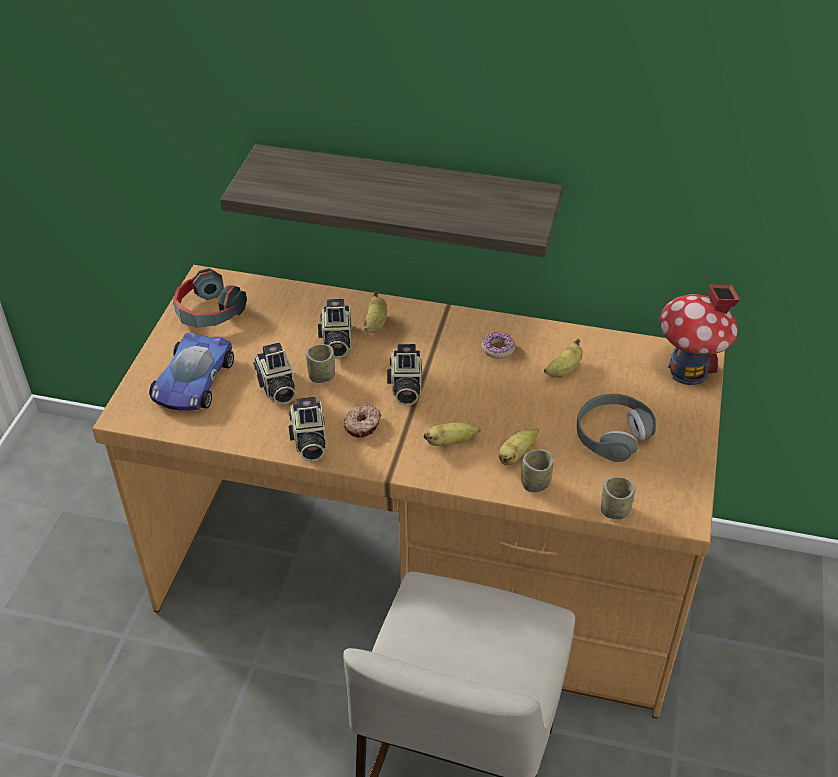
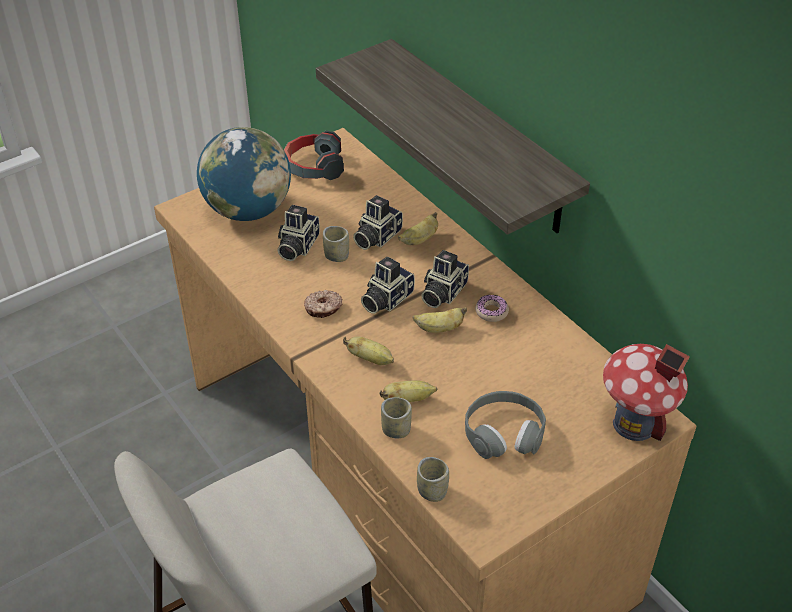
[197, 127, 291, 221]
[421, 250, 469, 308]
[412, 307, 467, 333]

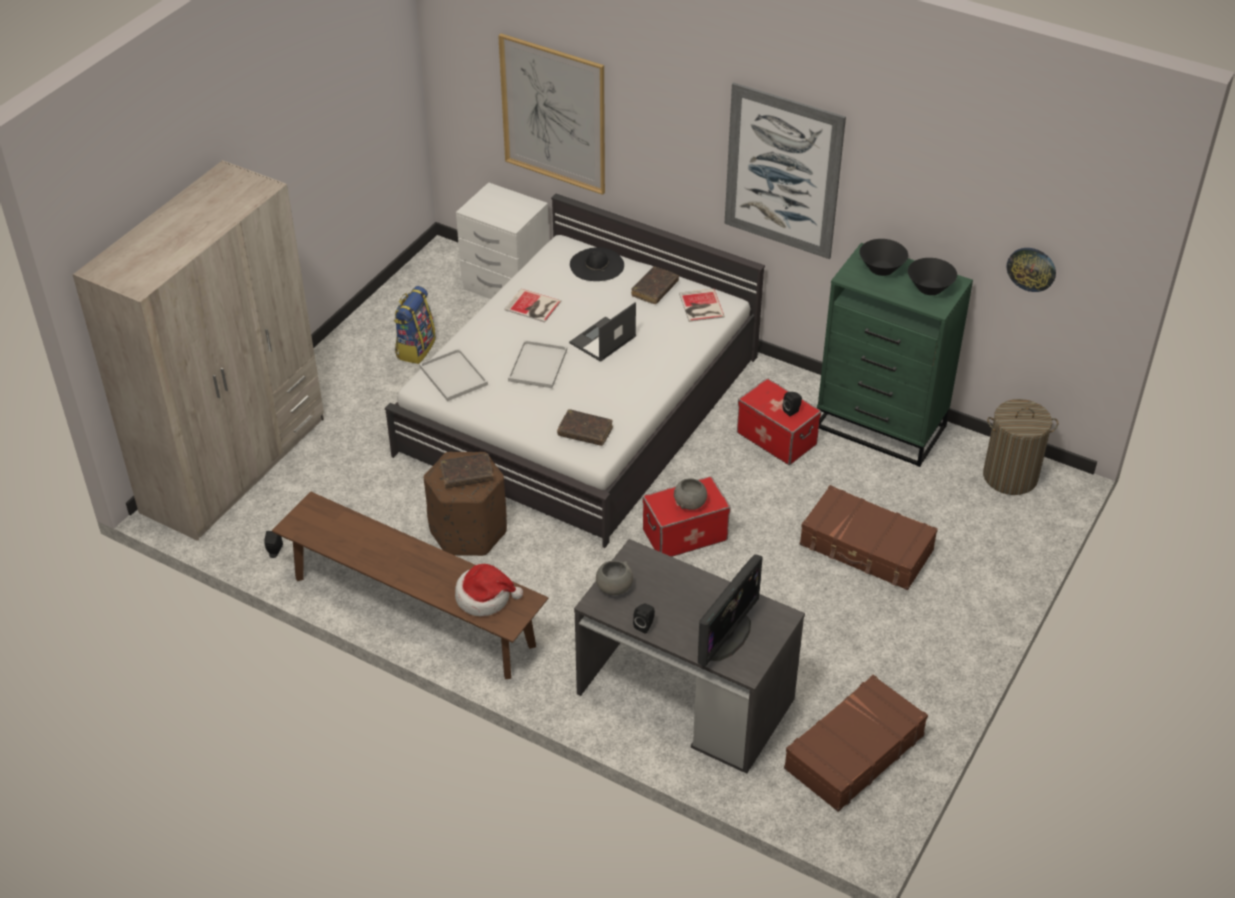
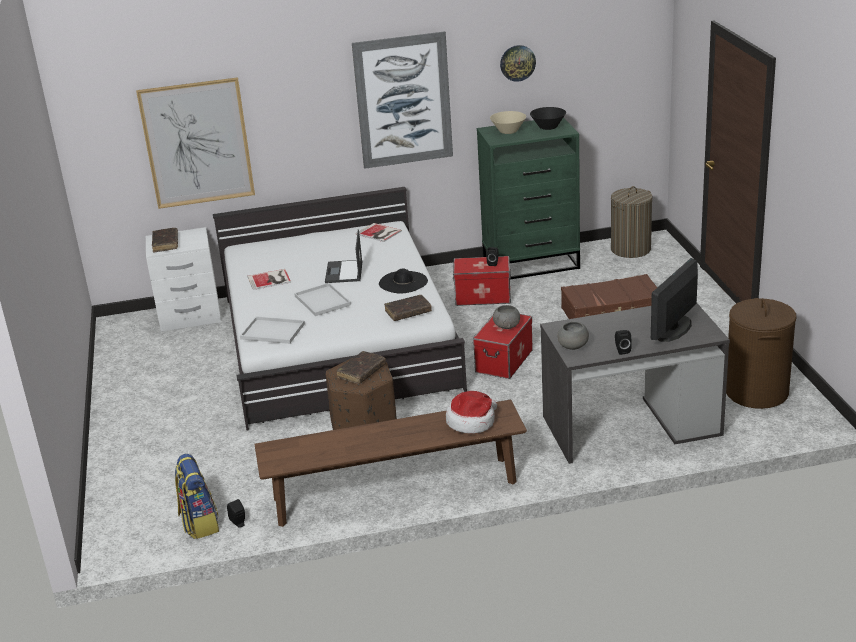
[72, 160, 324, 541] (first image)
[175, 454, 219, 539]
[379, 269, 428, 294]
[152, 228, 178, 252]
[651, 258, 698, 342]
[726, 298, 797, 409]
[490, 111, 526, 134]
[500, 45, 536, 82]

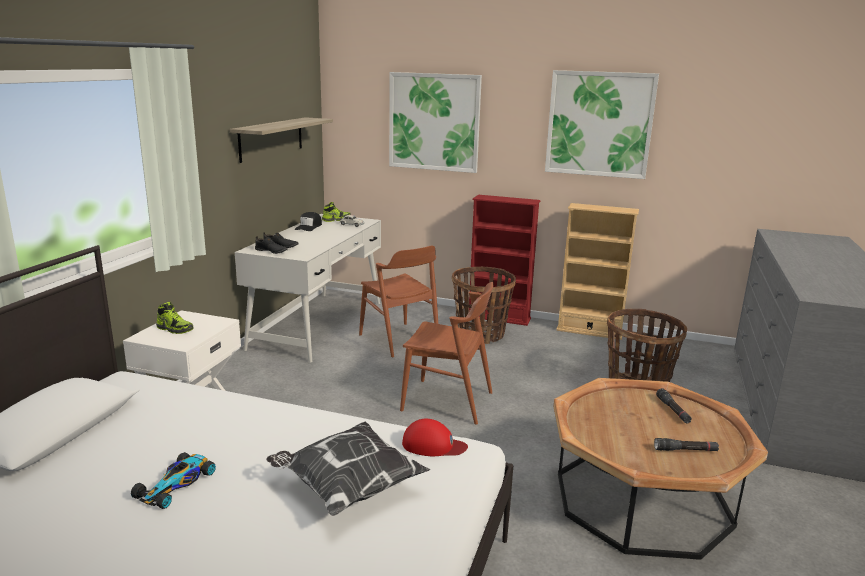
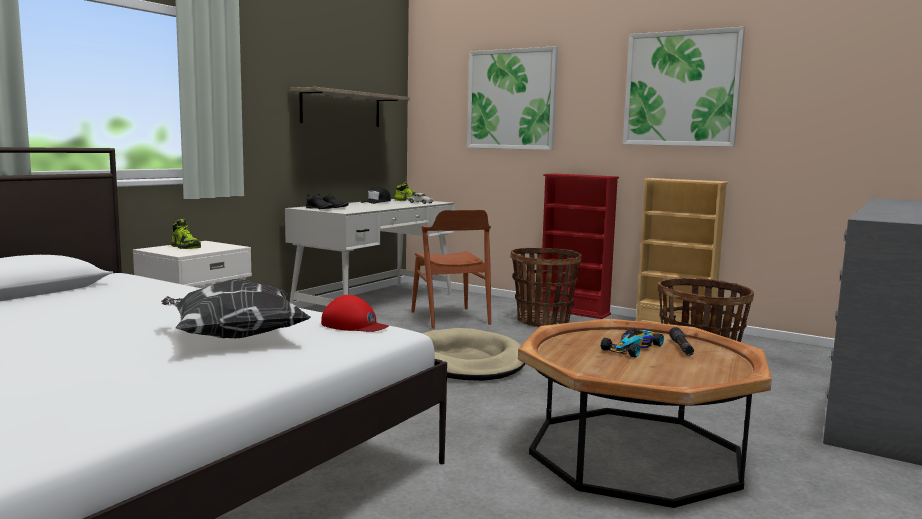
[601, 328, 664, 358]
[422, 328, 525, 381]
[654, 438, 719, 451] (first image)

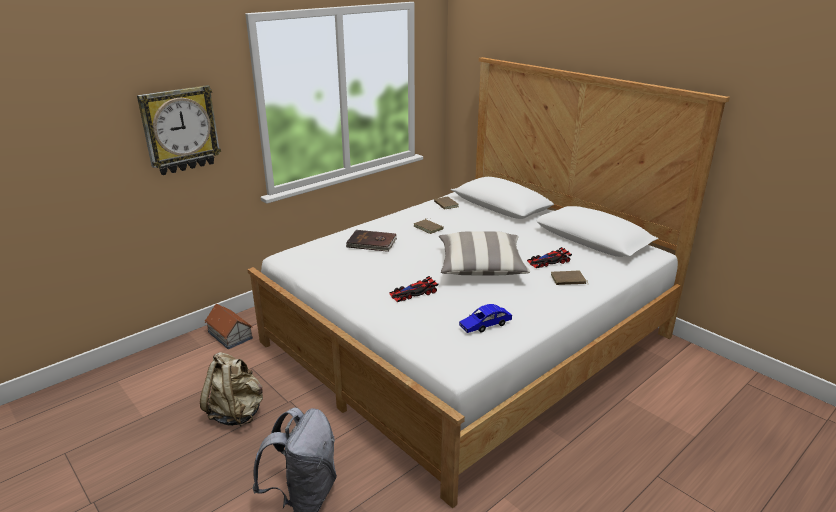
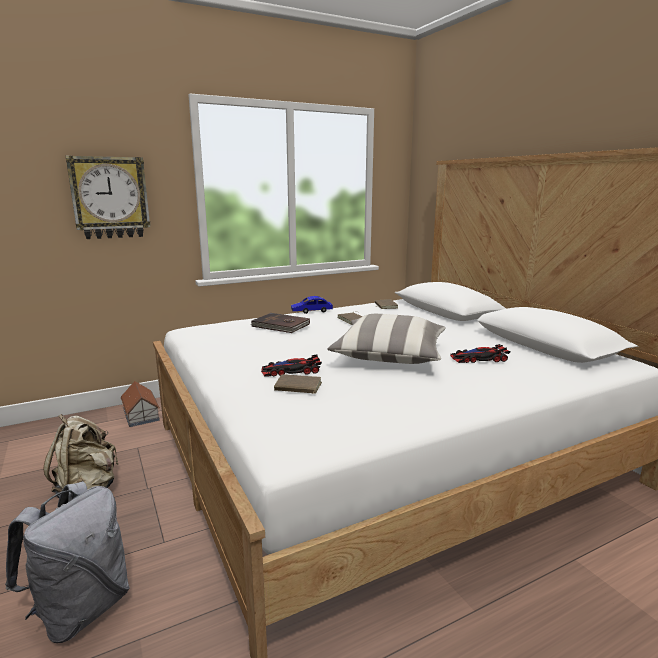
[291, 296, 333, 314]
[274, 374, 322, 394]

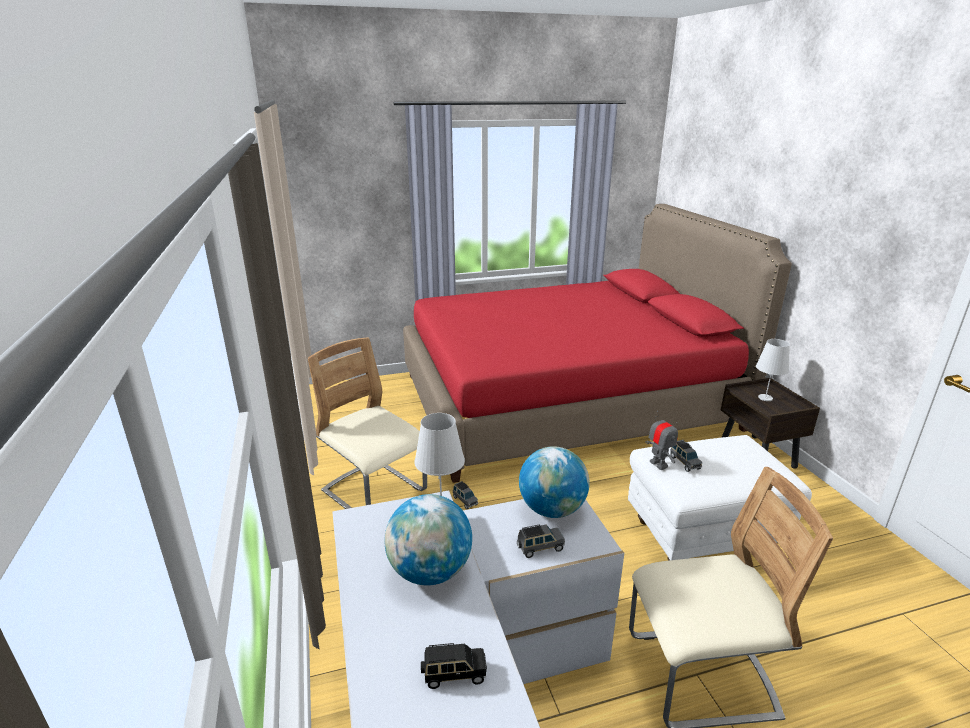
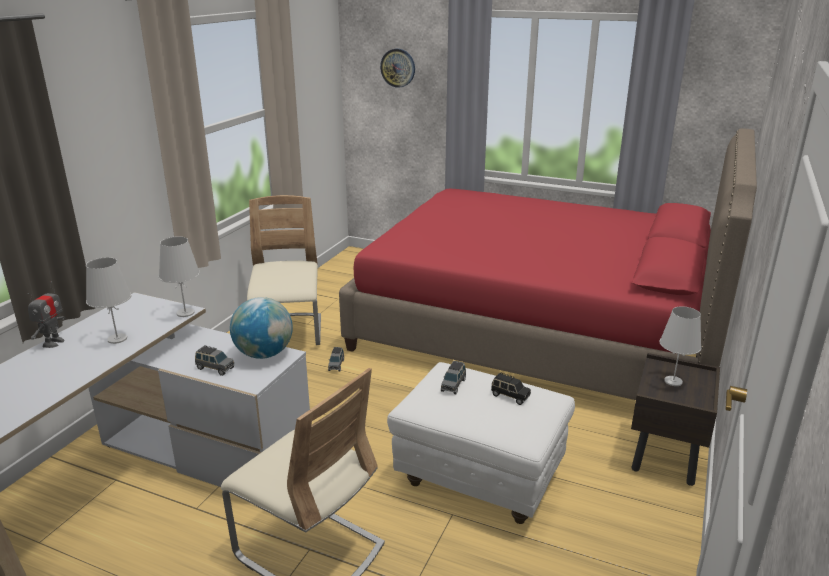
[86, 257, 132, 344]
[491, 373, 531, 405]
[28, 282, 65, 348]
[380, 49, 415, 88]

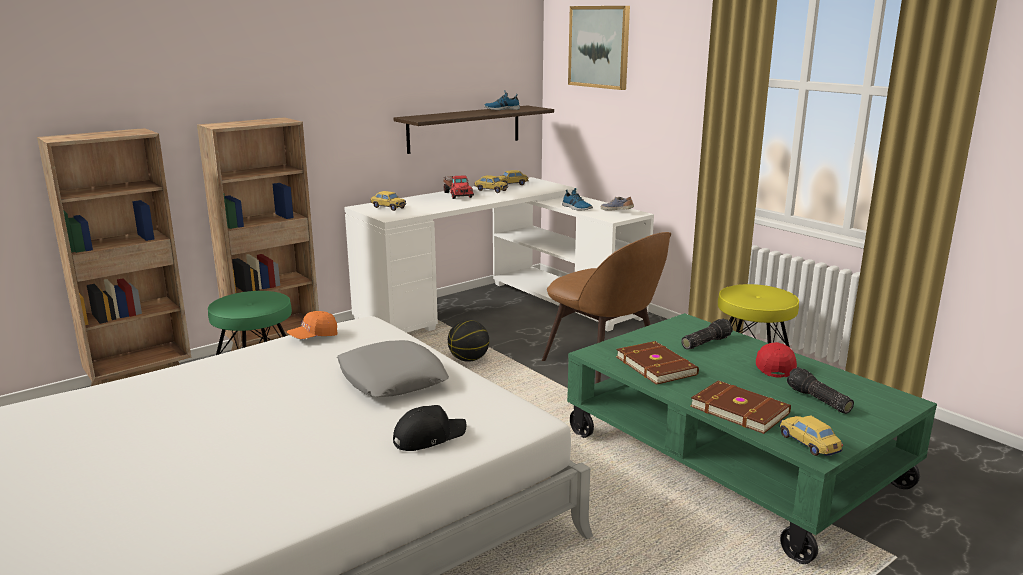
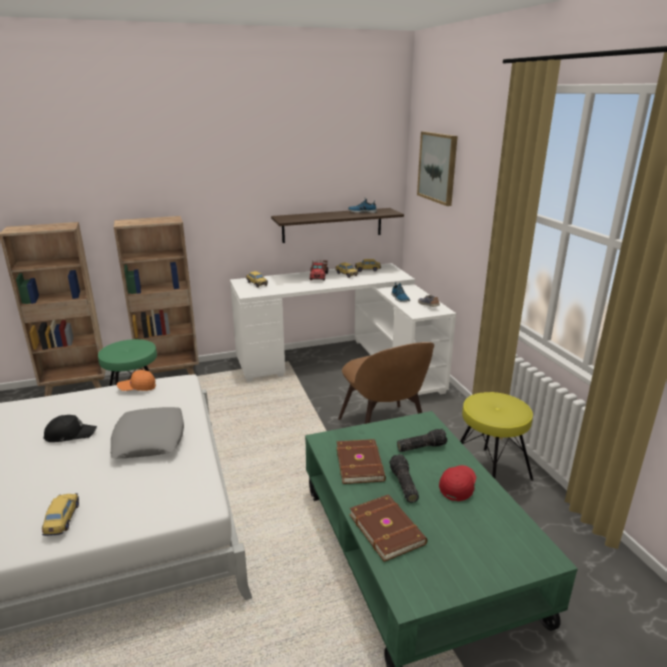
[43, 415, 97, 442]
[448, 320, 489, 362] (first image)
[42, 493, 79, 536]
[390, 454, 419, 503]

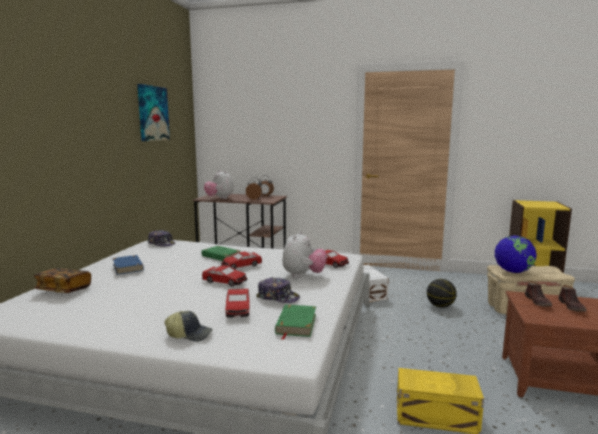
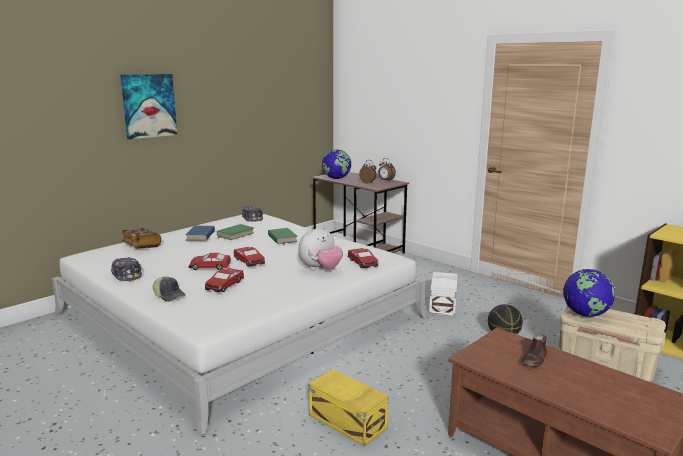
[120, 74, 177, 140]
[322, 149, 351, 179]
[189, 253, 231, 270]
[111, 257, 142, 281]
[216, 224, 254, 240]
[525, 281, 552, 307] (first image)

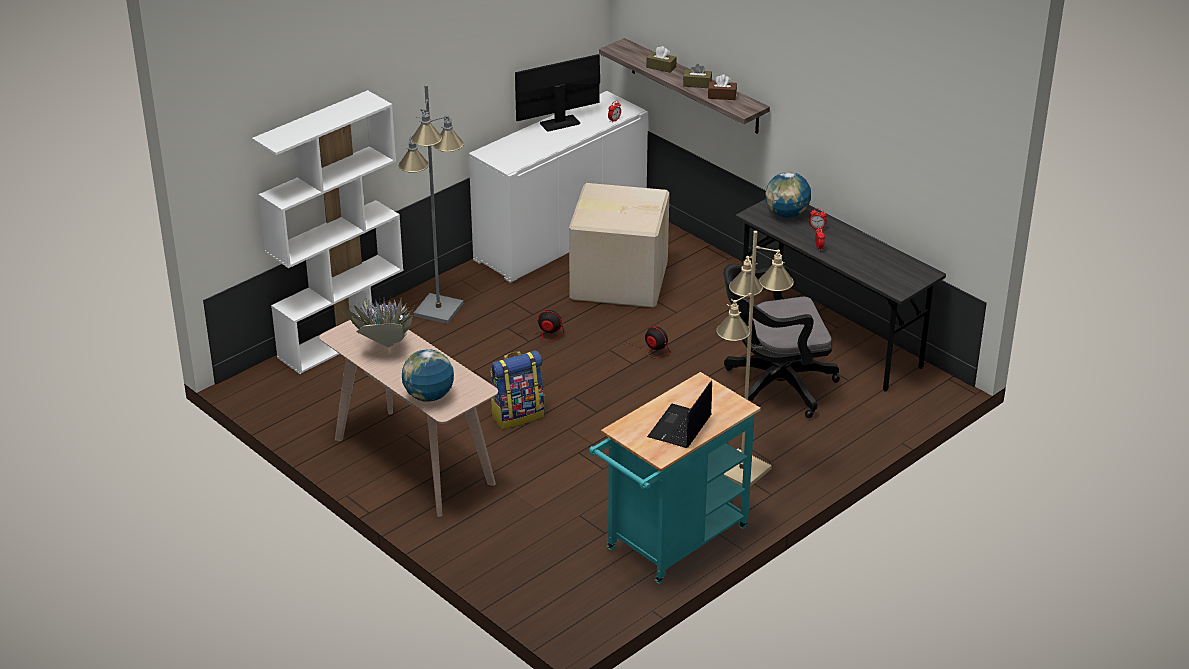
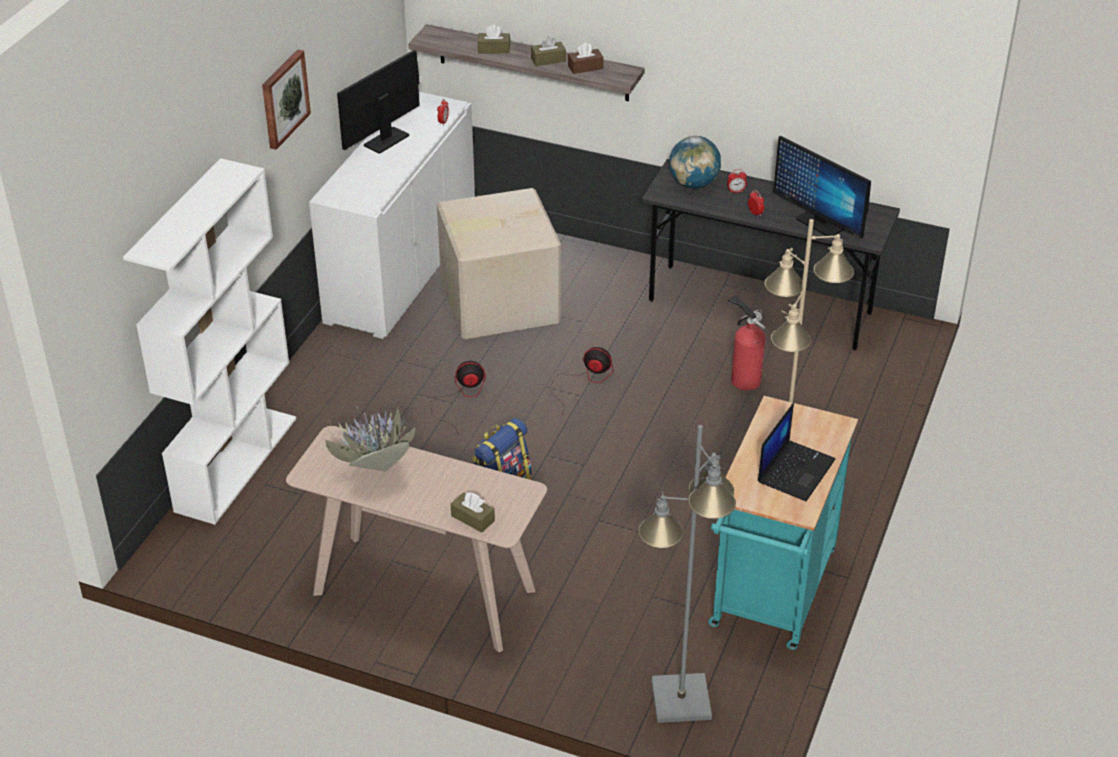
[638, 425, 736, 723]
[451, 492, 495, 533]
[758, 403, 835, 501]
[728, 295, 766, 390]
[262, 50, 311, 150]
[773, 136, 871, 239]

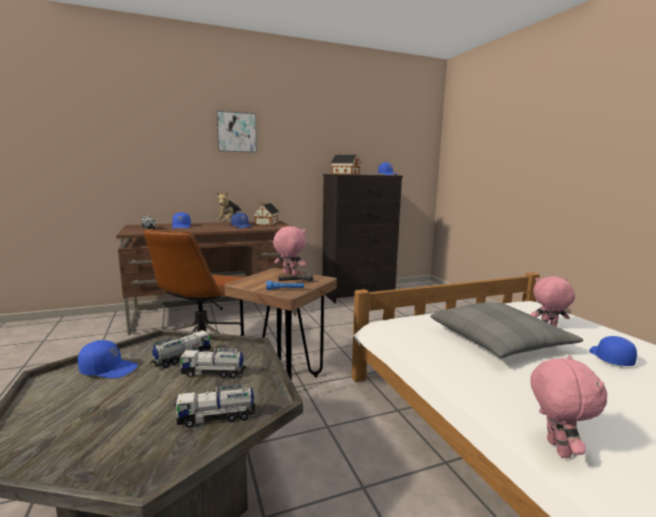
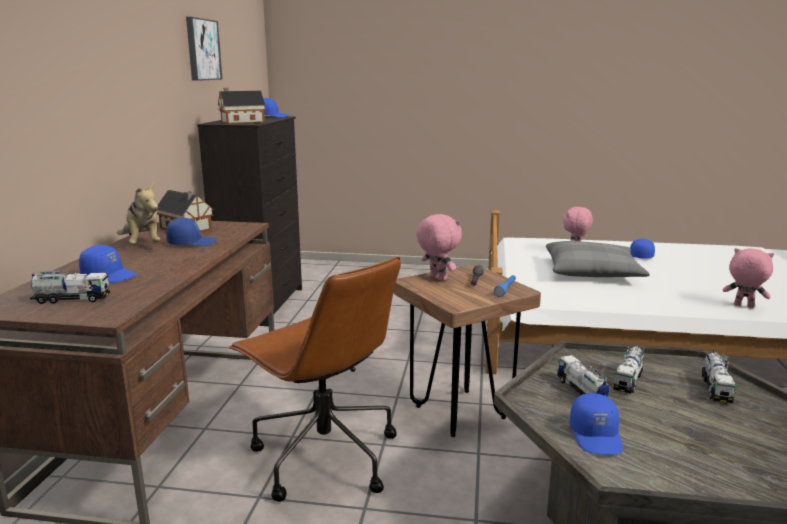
[570, 393, 623, 455]
[186, 17, 223, 81]
[416, 214, 462, 281]

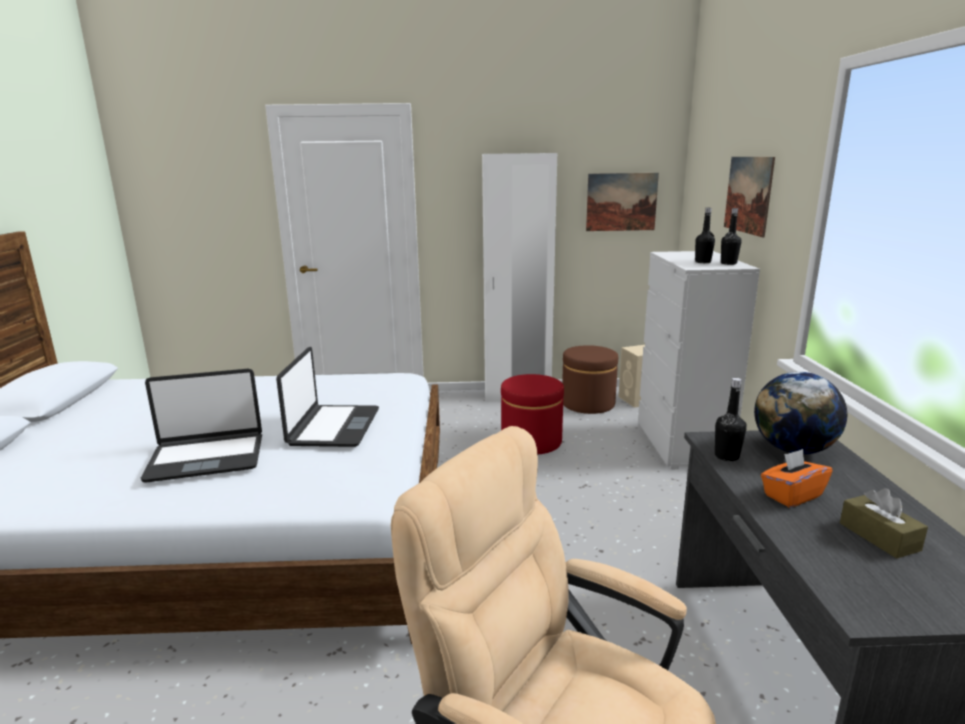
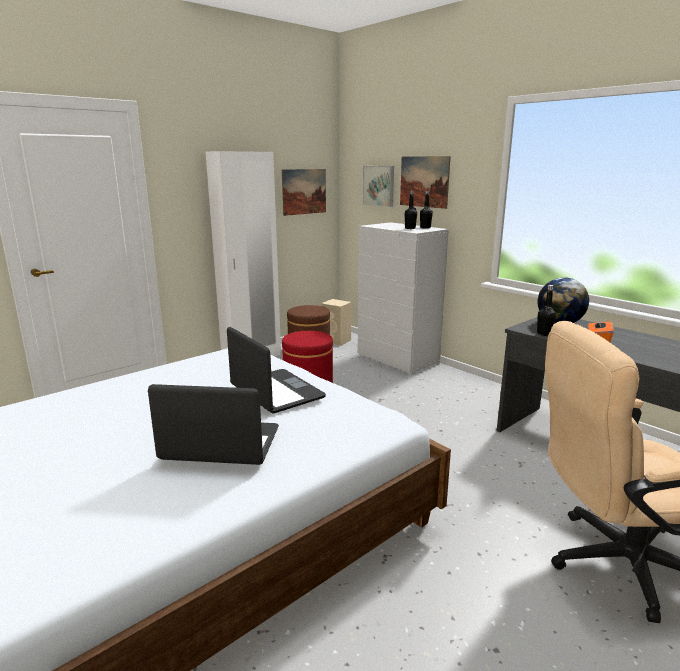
[148, 384, 279, 465]
[840, 488, 928, 559] (first image)
[363, 166, 394, 207]

